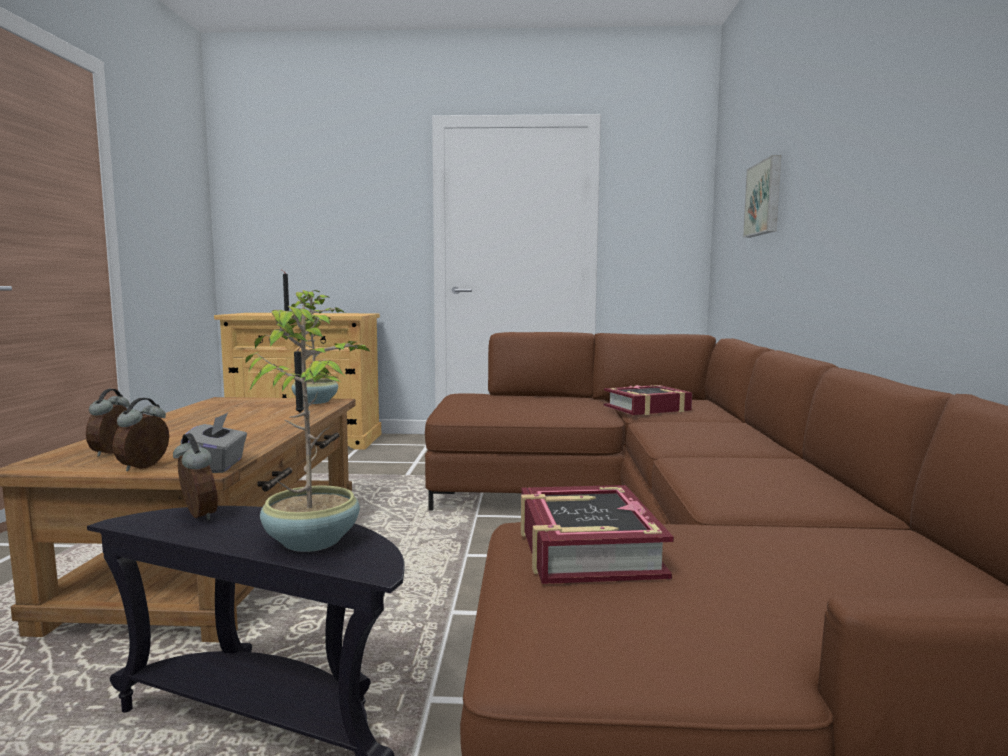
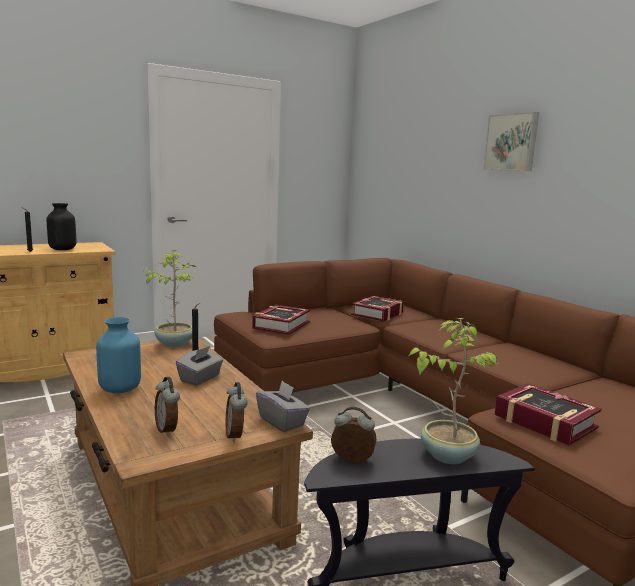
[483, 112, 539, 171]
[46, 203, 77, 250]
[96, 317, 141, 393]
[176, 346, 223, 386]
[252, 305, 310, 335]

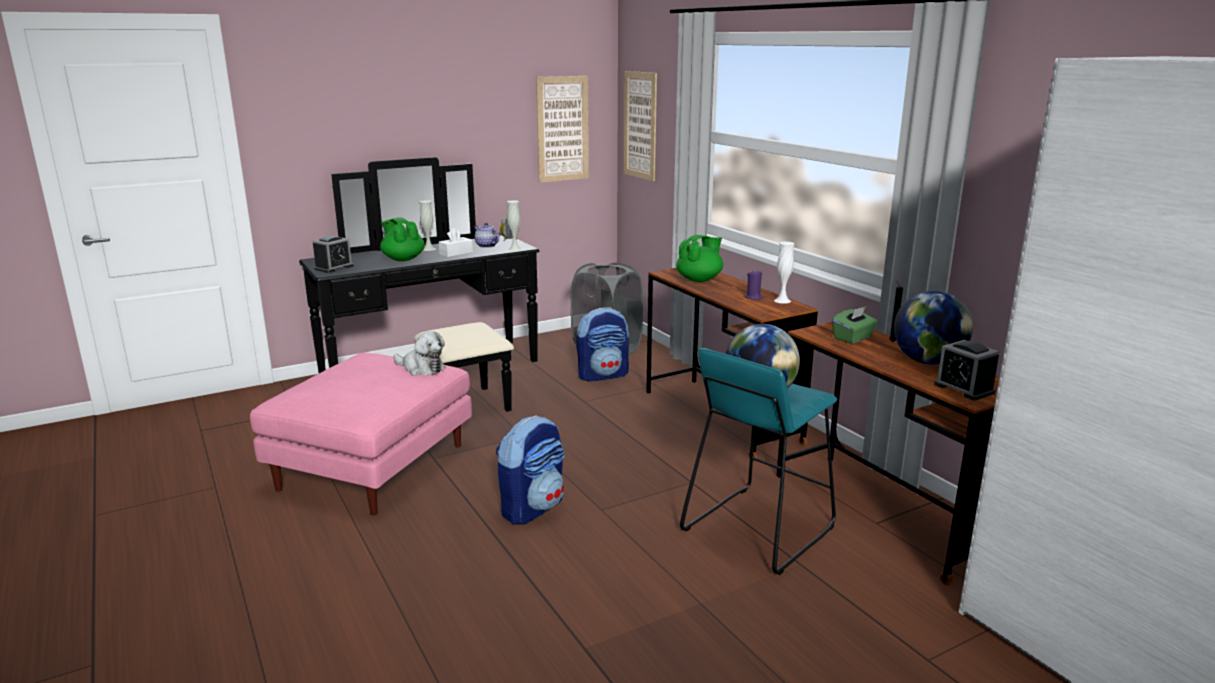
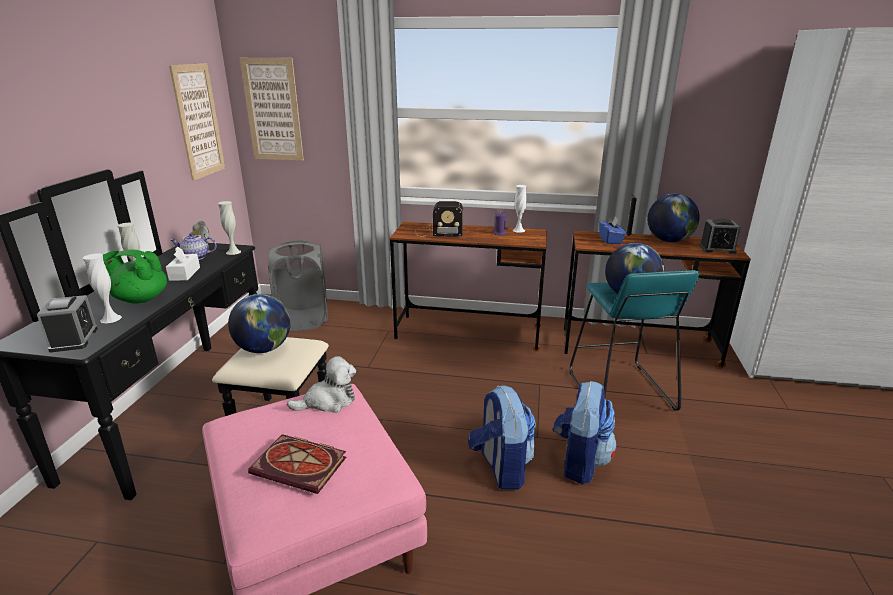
[553, 381, 617, 484]
[415, 201, 463, 237]
[599, 216, 626, 244]
[83, 254, 122, 324]
[228, 294, 291, 353]
[248, 434, 346, 494]

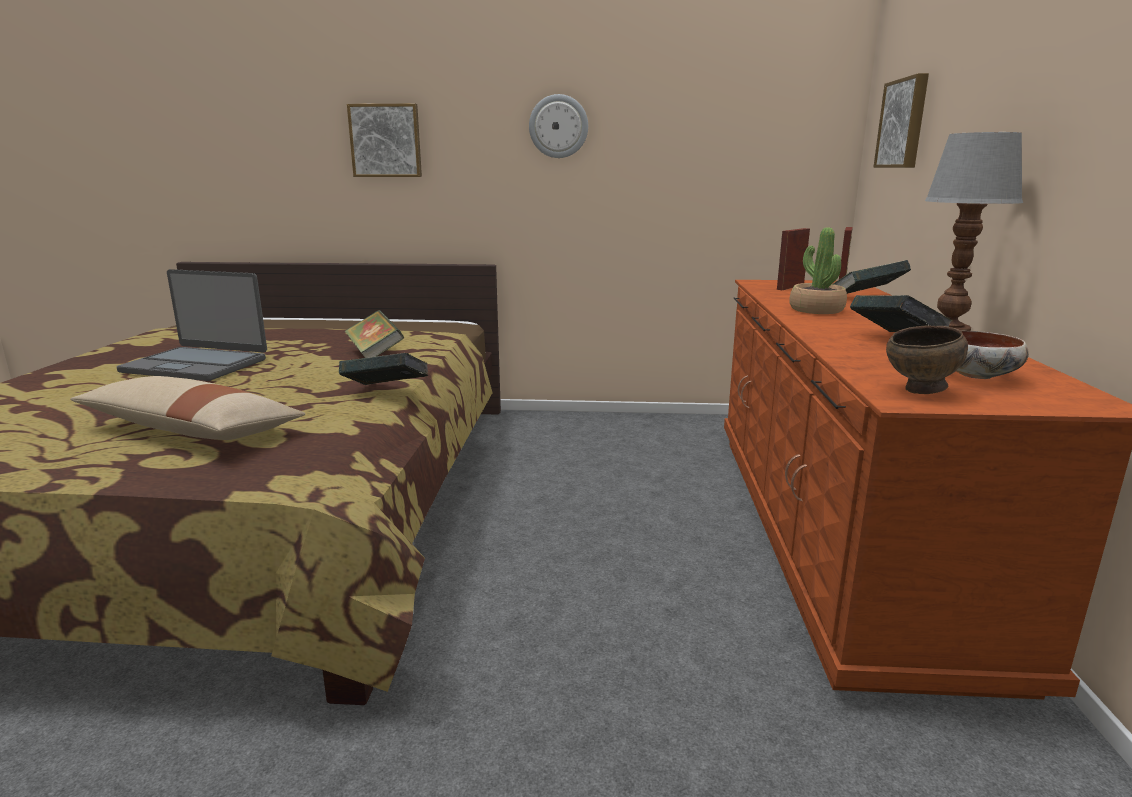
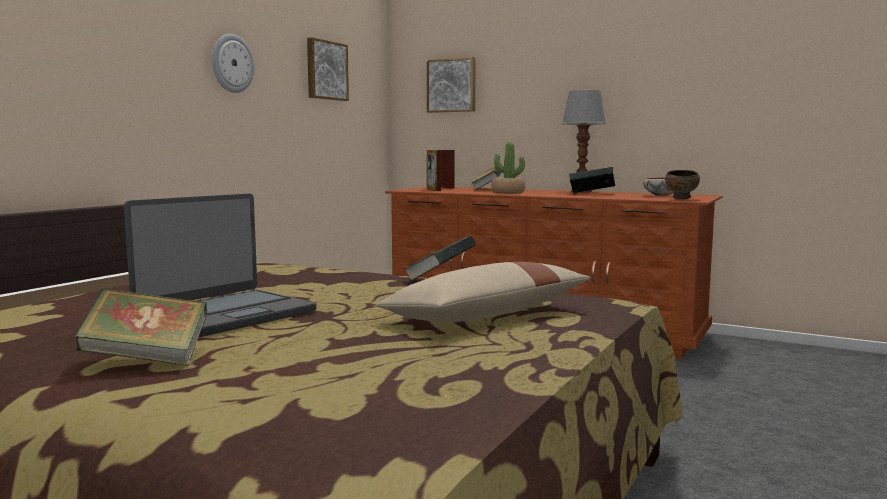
[75, 288, 207, 366]
[307, 37, 349, 101]

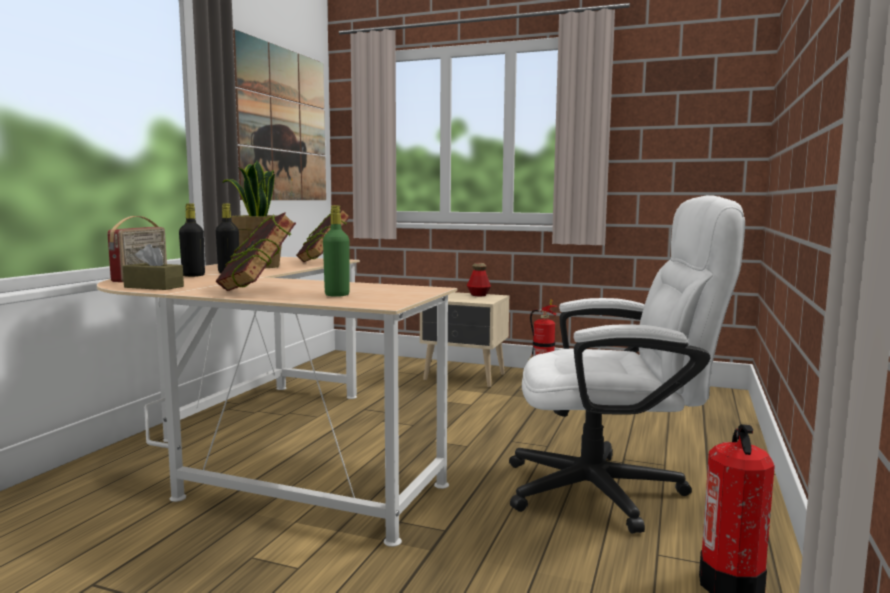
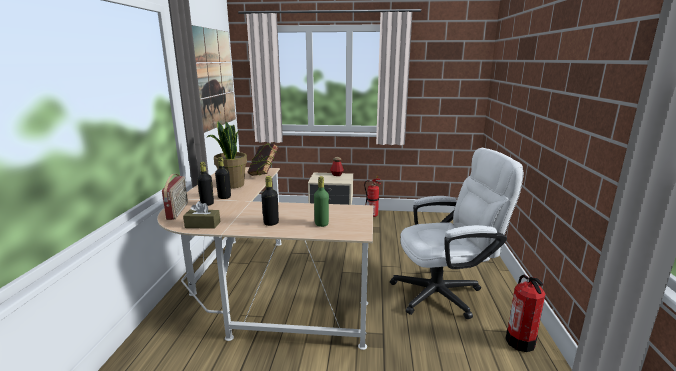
[261, 176, 279, 226]

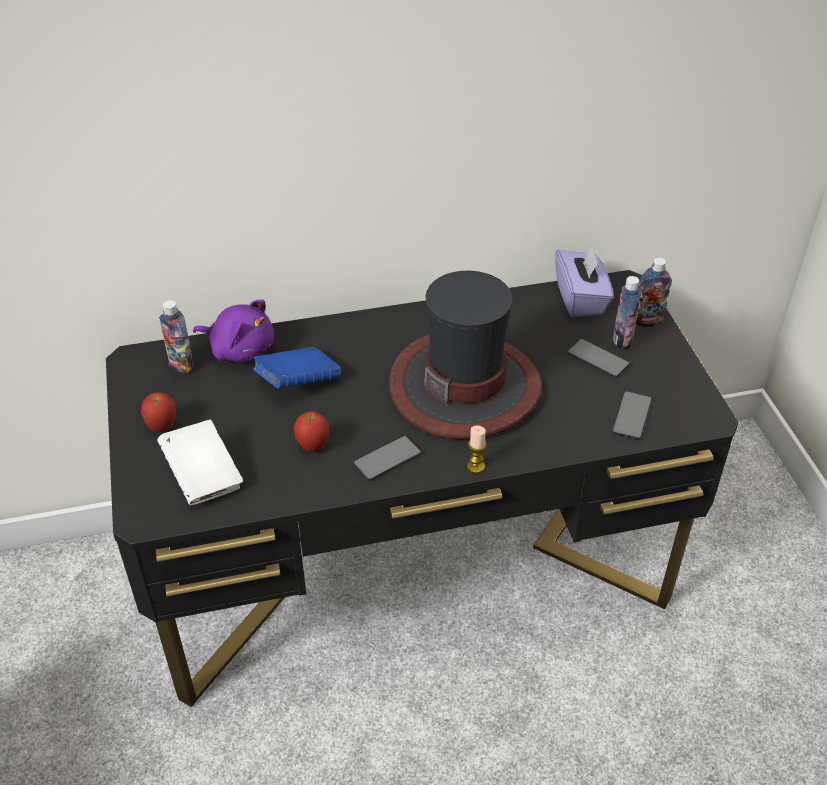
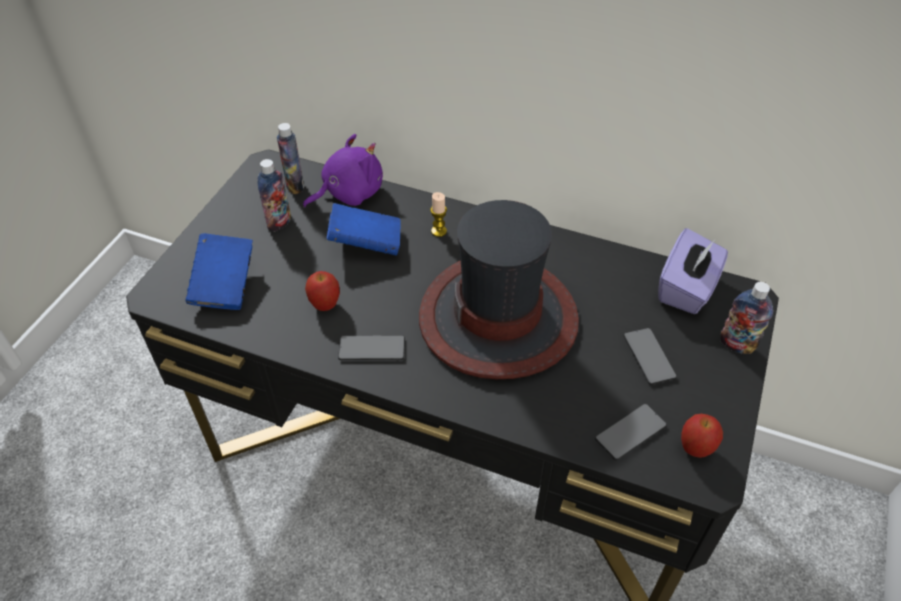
[681, 414, 723, 458]
[185, 233, 253, 310]
[303, 134, 383, 208]
[431, 192, 447, 237]
[257, 159, 291, 232]

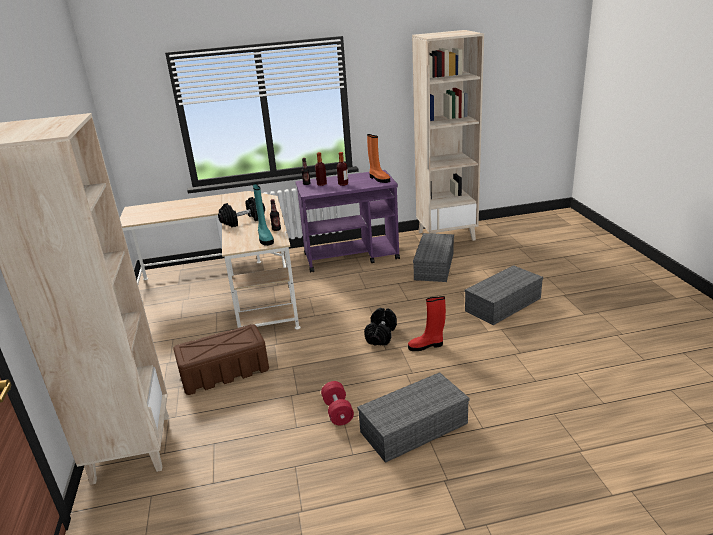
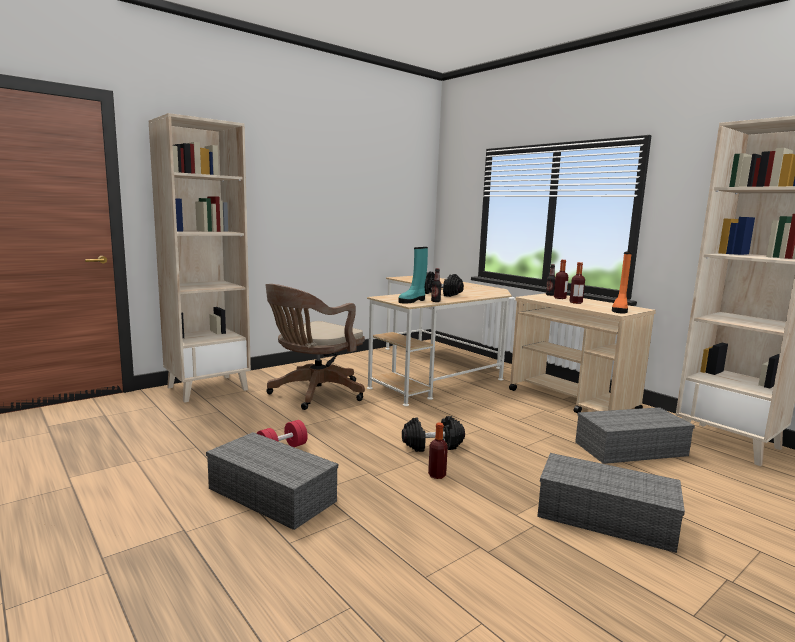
[266, 284, 365, 410]
[509, 293, 656, 413]
[428, 423, 448, 479]

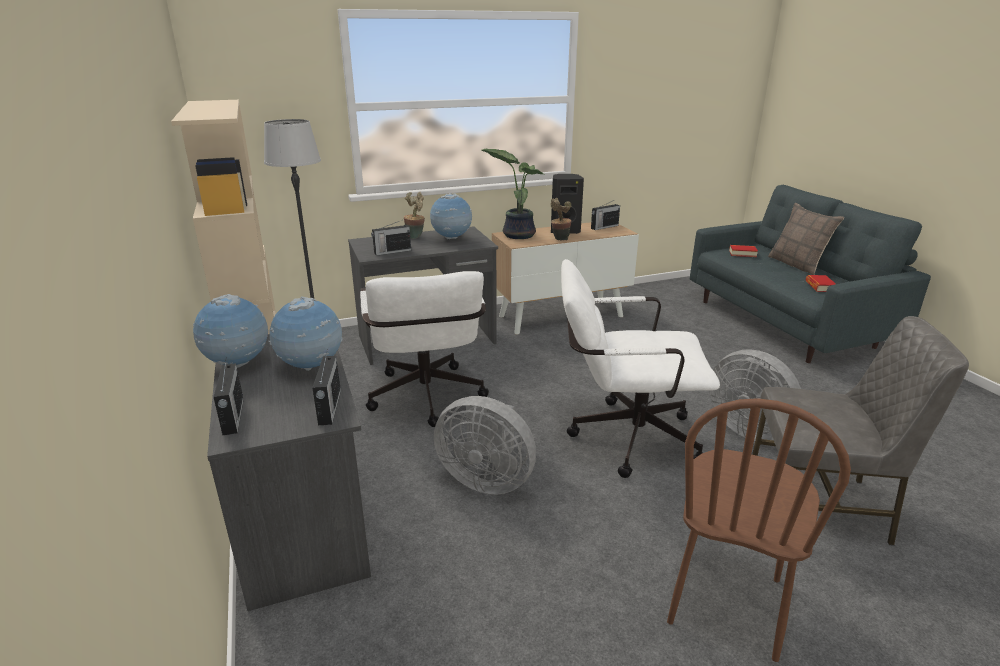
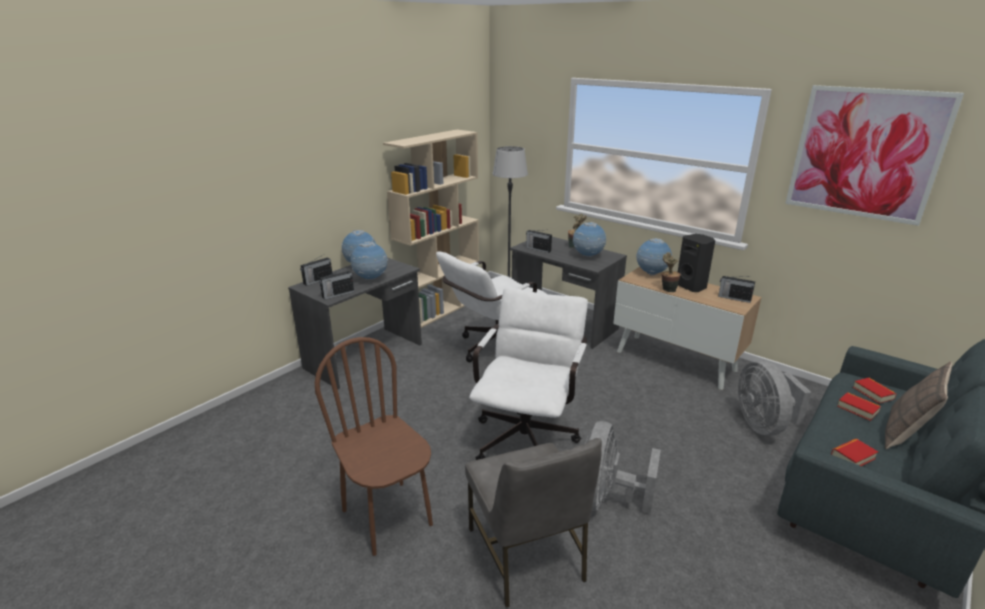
[738, 360, 812, 436]
[636, 238, 672, 275]
[469, 287, 588, 460]
[315, 337, 433, 556]
[785, 85, 964, 226]
[837, 392, 881, 421]

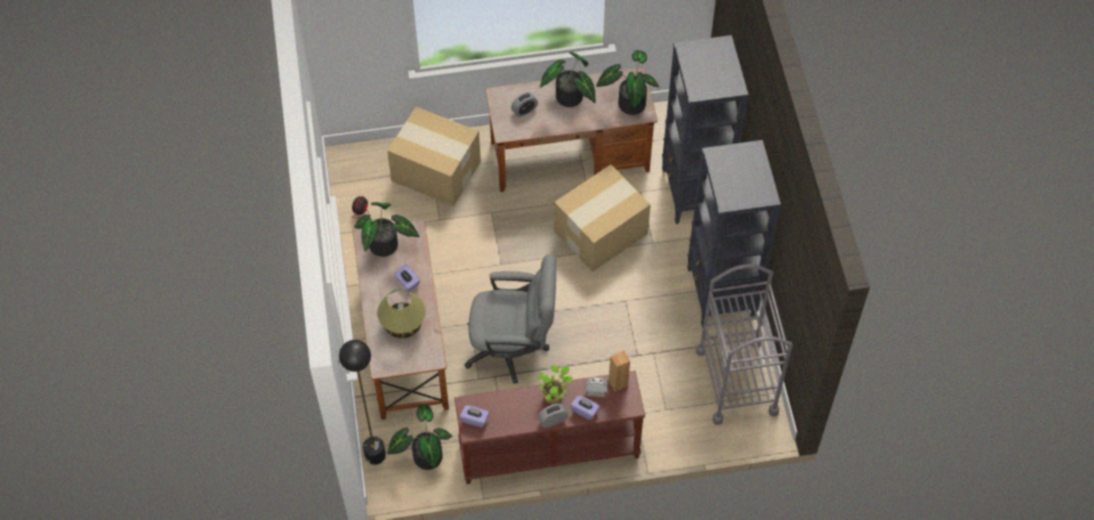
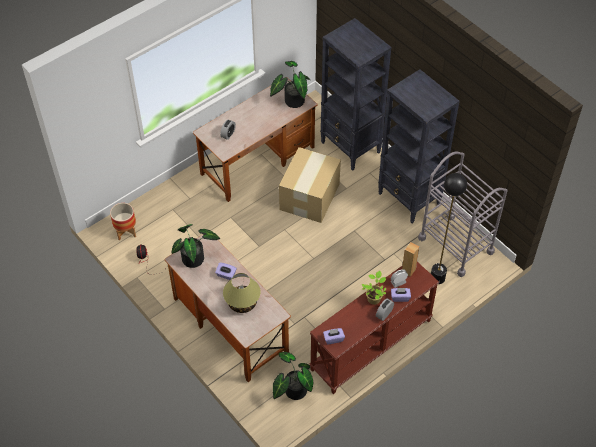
[431, 173, 467, 284]
[387, 107, 481, 206] (first image)
[464, 255, 556, 384] (first image)
[540, 52, 596, 107] (first image)
[110, 203, 136, 240]

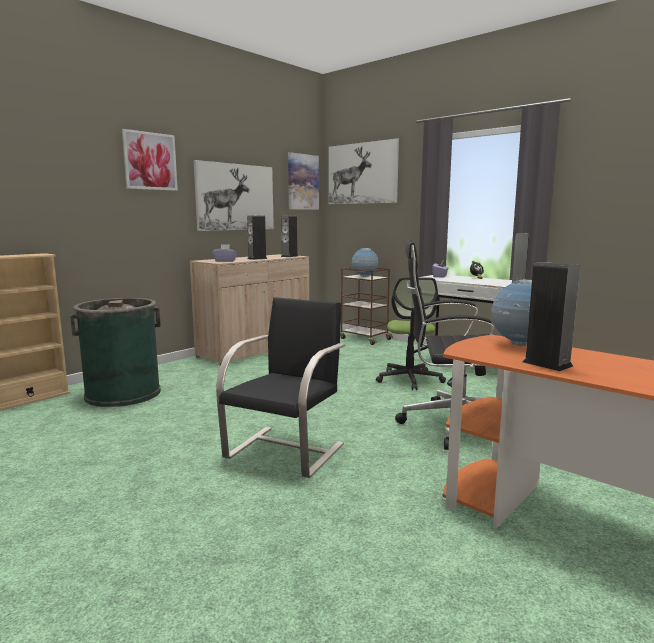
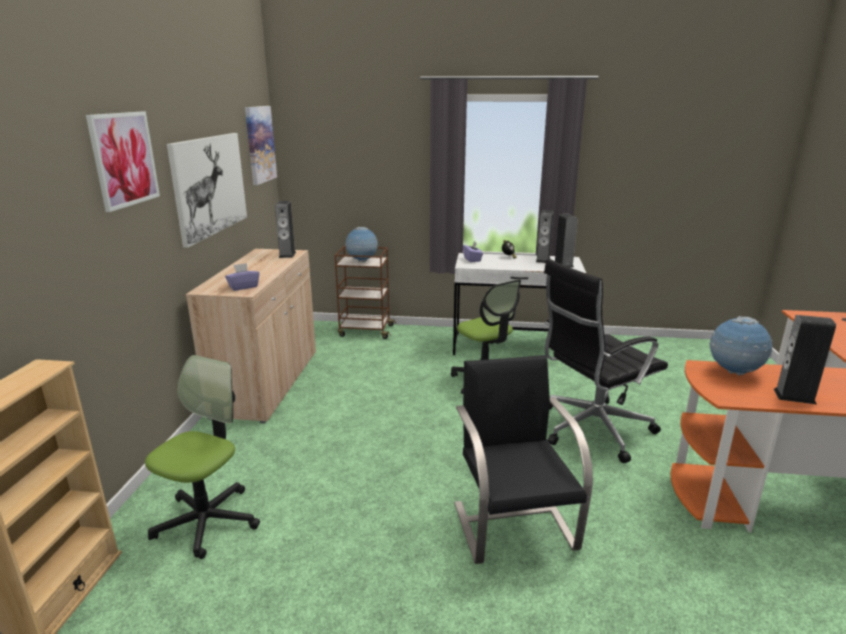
[145, 355, 260, 559]
[536, 210, 553, 263]
[329, 138, 399, 204] (first image)

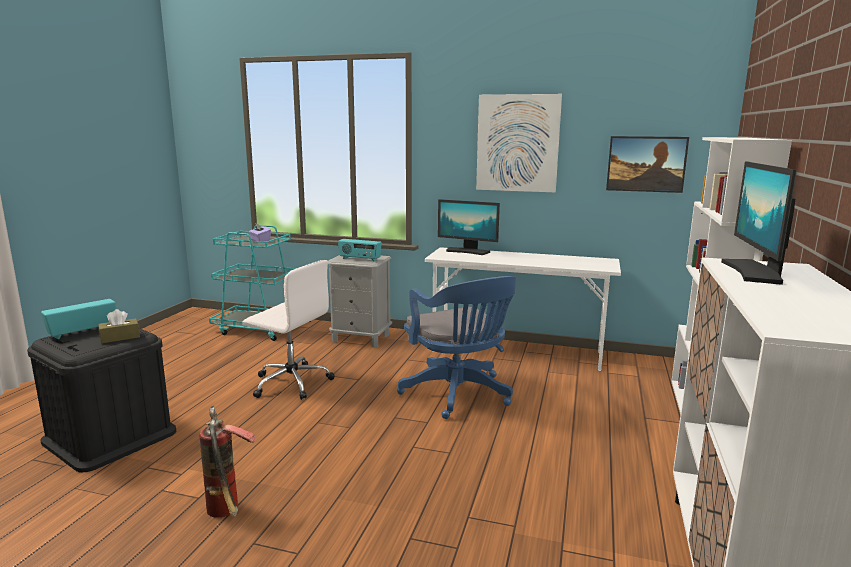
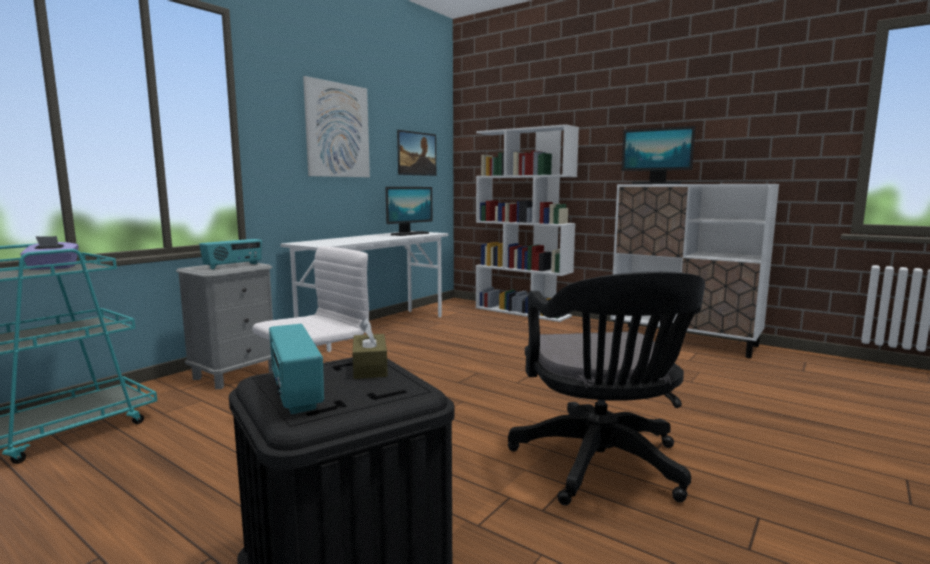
[508, 271, 705, 505]
[397, 276, 517, 419] (first image)
[385, 187, 433, 236]

